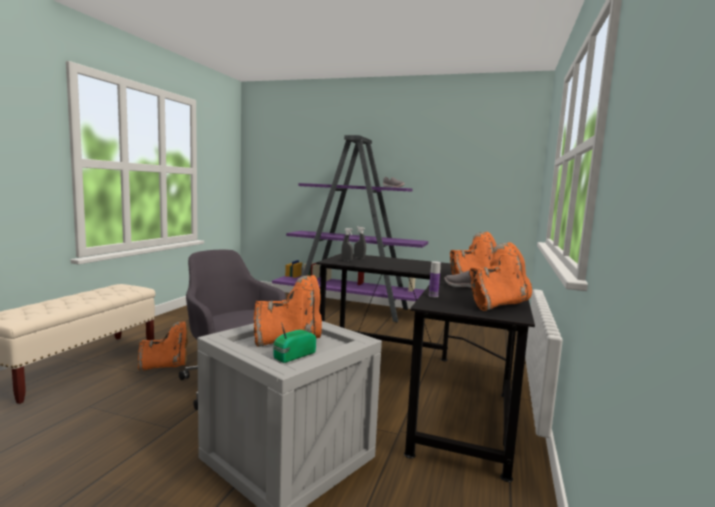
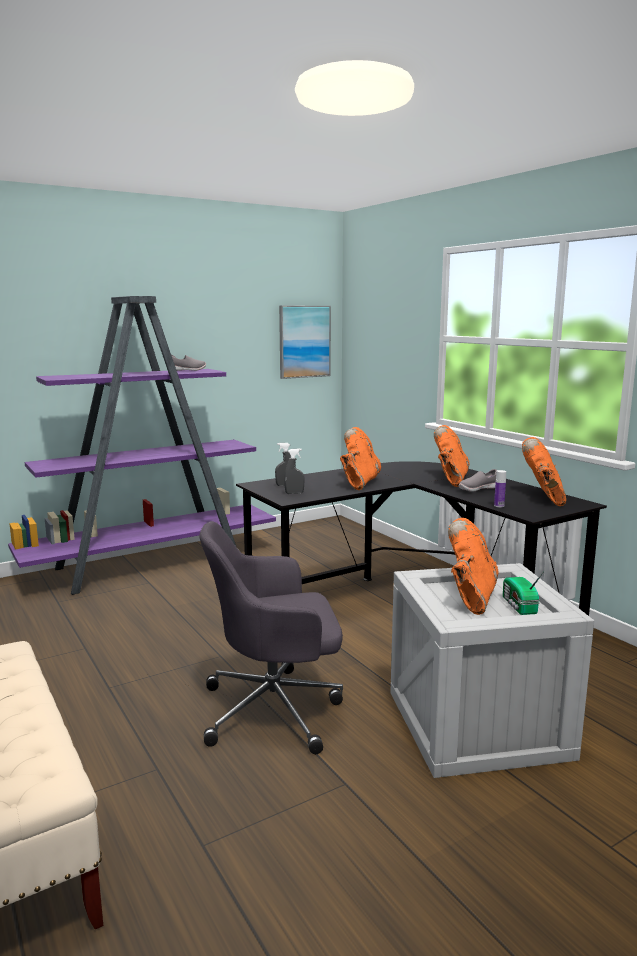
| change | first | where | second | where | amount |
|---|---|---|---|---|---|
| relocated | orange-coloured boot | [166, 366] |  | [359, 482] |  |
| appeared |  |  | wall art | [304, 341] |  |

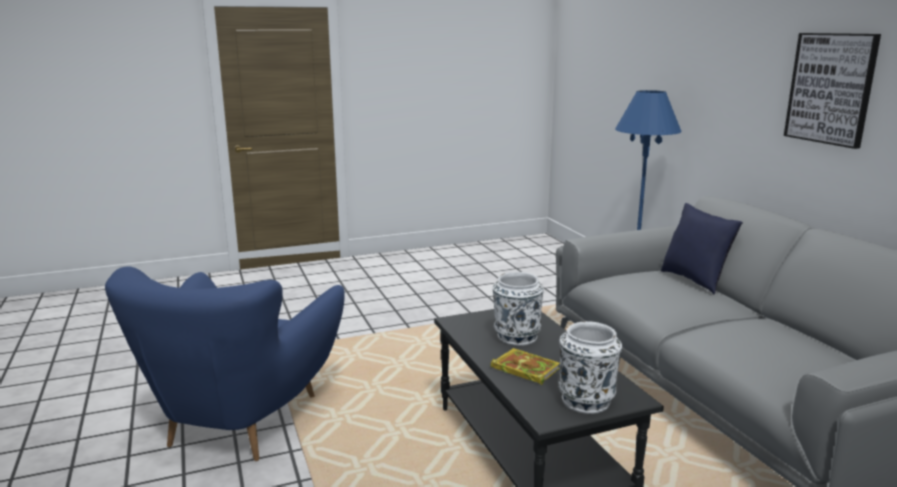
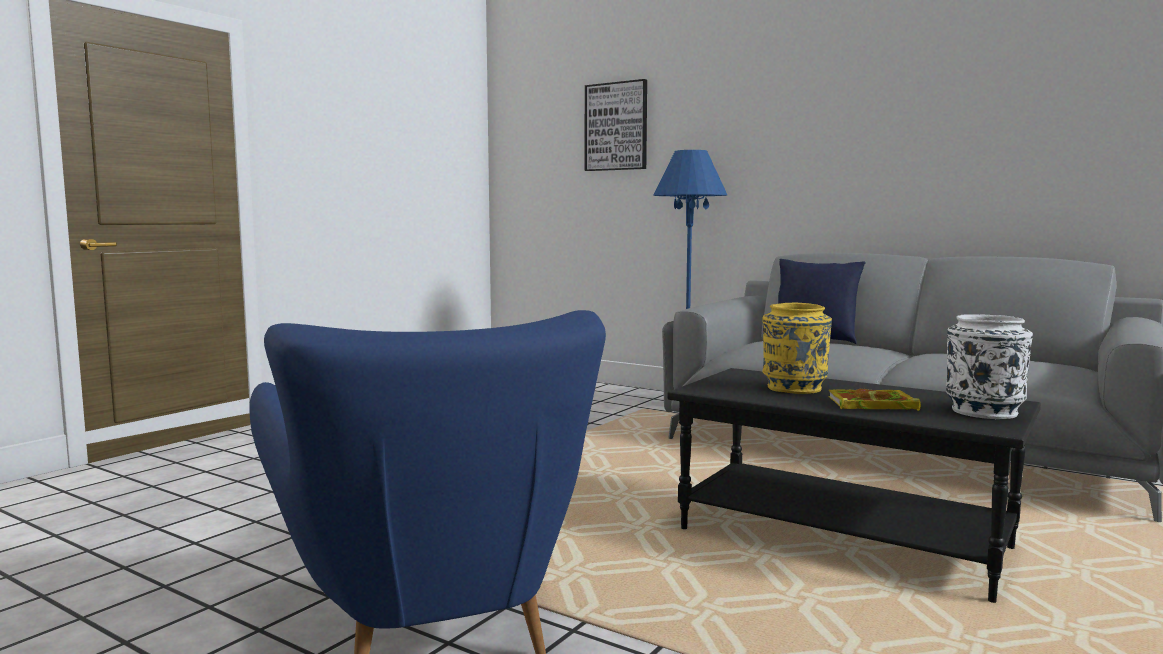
| change | first | where | second | where | amount |
|---|---|---|---|---|---|
| colour | white-coloured vase | [516, 337] | yellow-coloured vase | [794, 388] |  |
| relocated | wall art | [831, 88] |  | [616, 126] |  |

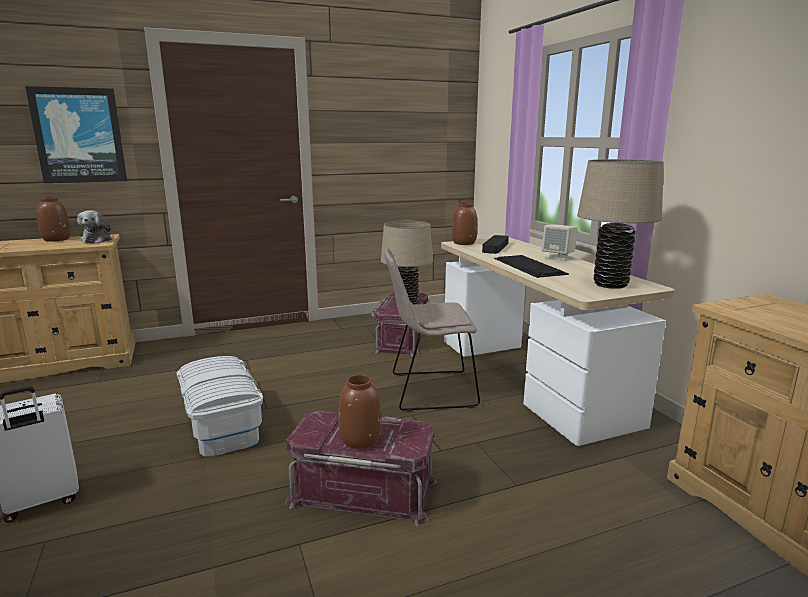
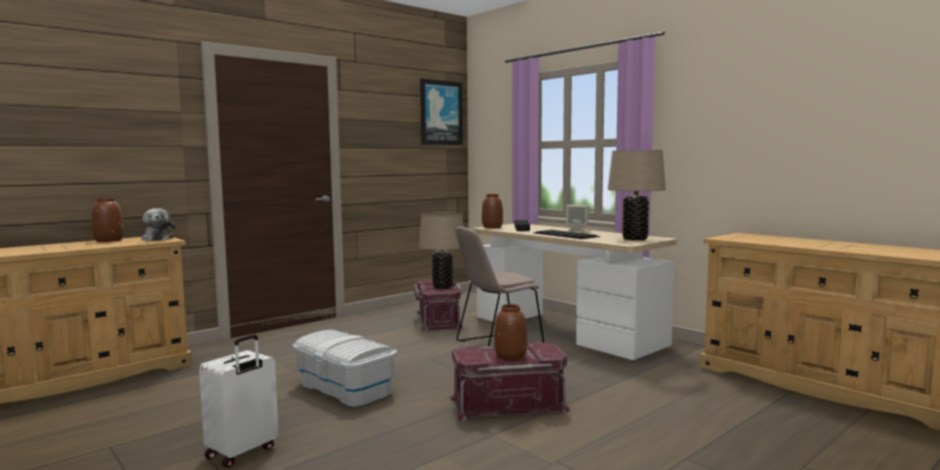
| change | first | where | second | where | amount |
|---|---|---|---|---|---|
| relocated | wall art | [79, 135] |  | [440, 113] |  |

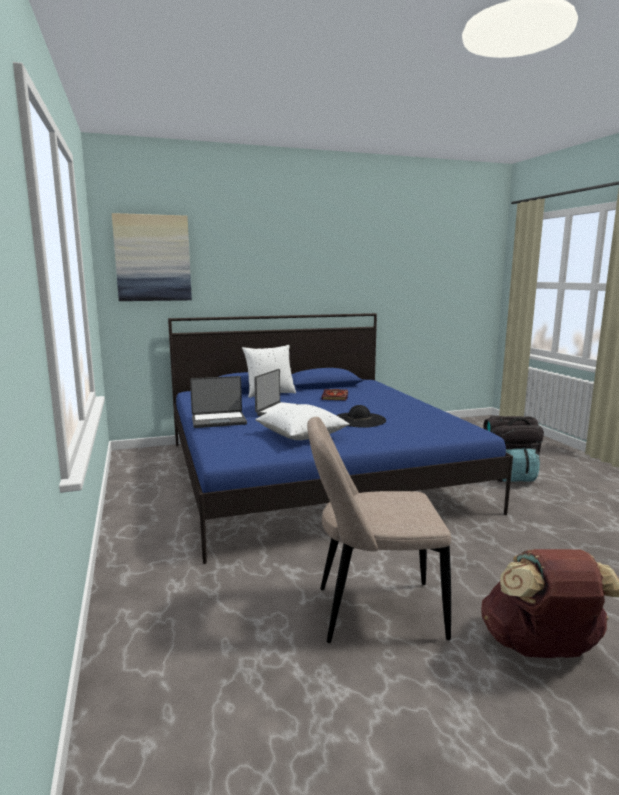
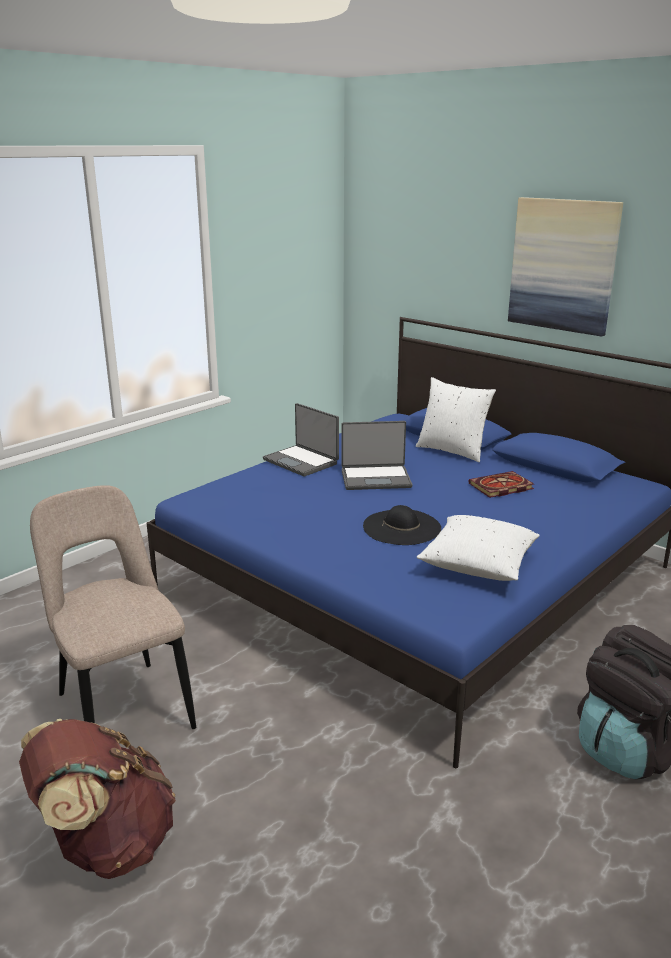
| change | first | where | second | where | amount |
|---|---|---|---|---|---|
| relocated | wall art | [153, 258] |  | [563, 265] |  |
| relocated | white-coloured throw pillow | [301, 436] |  | [478, 565] |  |

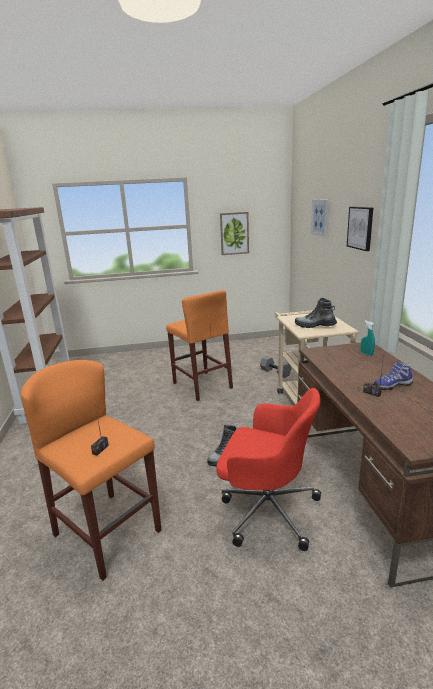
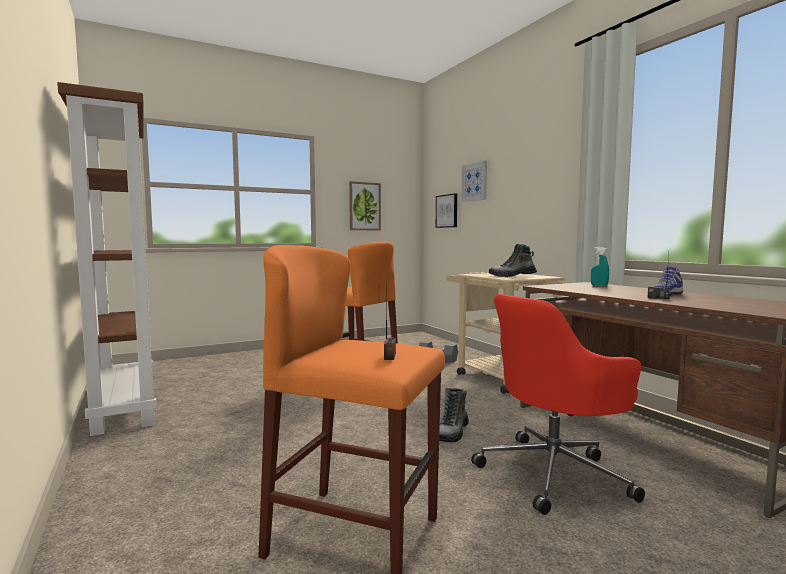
| change | first | where | second | where | amount |
|---|---|---|---|---|---|
| spun | reddish computer chair | [267, 509] |  | [555, 473] | 150 degrees clockwise |
| relocated | wall art | [360, 228] |  | [447, 211] |  |

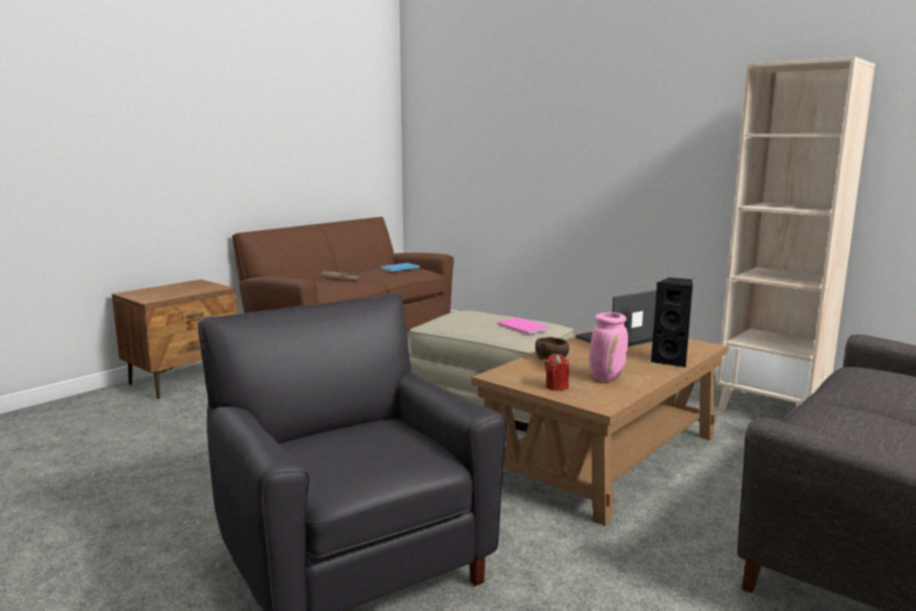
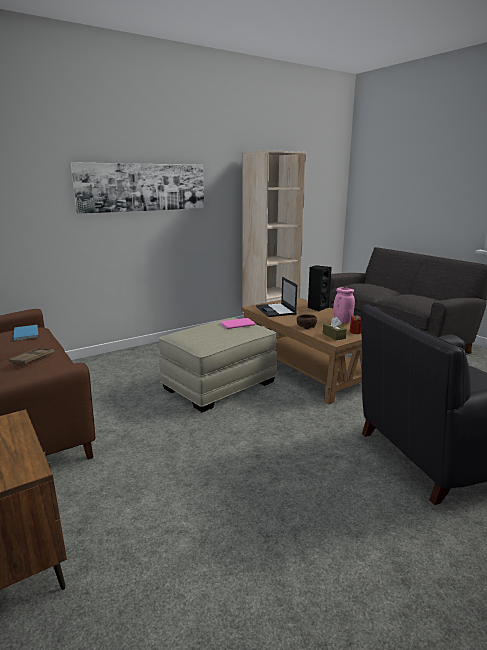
| change | first | where | second | where | amount |
|---|---|---|---|---|---|
| appeared |  |  | wall art | [142, 187] |  |
| appeared |  |  | brown box of tissues | [334, 336] |  |

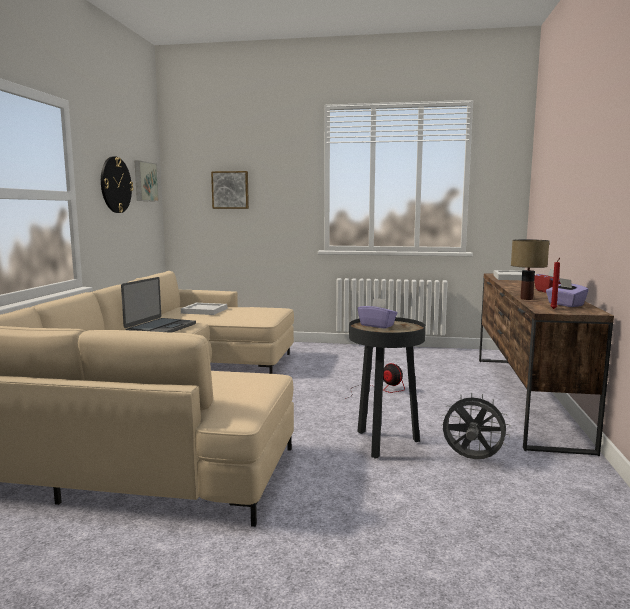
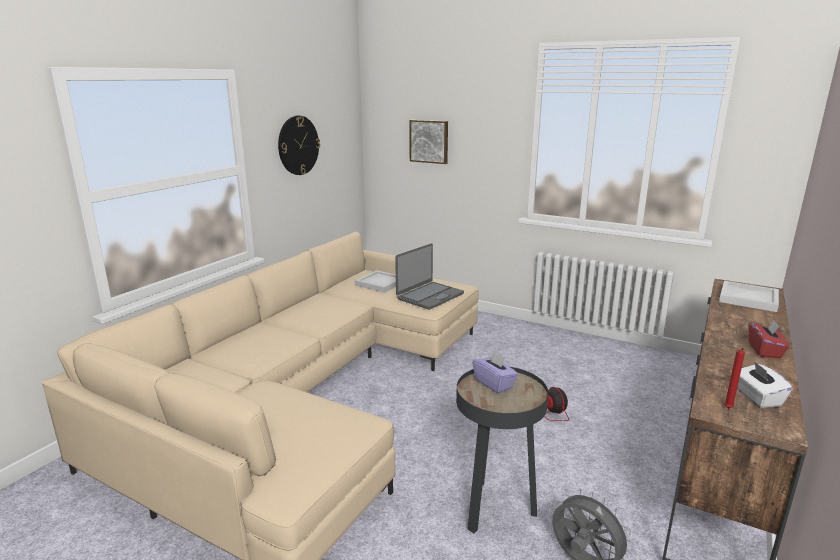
| change | first | where | second | where | amount |
|---|---|---|---|---|---|
| relocated | laptop | [160, 328] |  | [429, 296] |  |
| missing | wall art | [144, 181] |  |  |  |
| missing | table lamp | [525, 299] |  |  |  |
| colour | purplish box of tissues | [565, 304] | white-coloured box of tissues | [757, 397] |  |

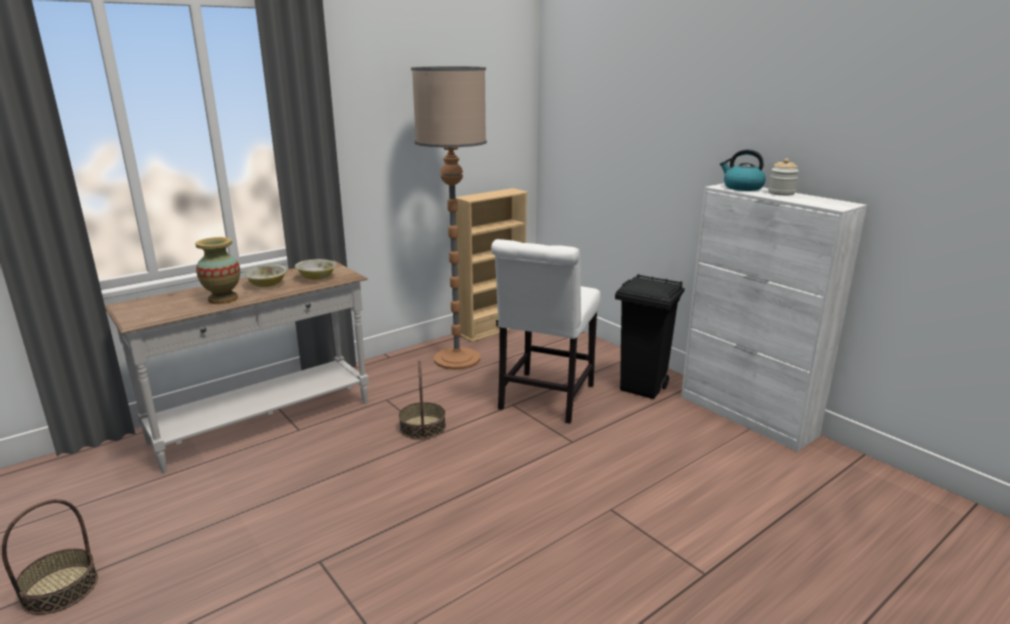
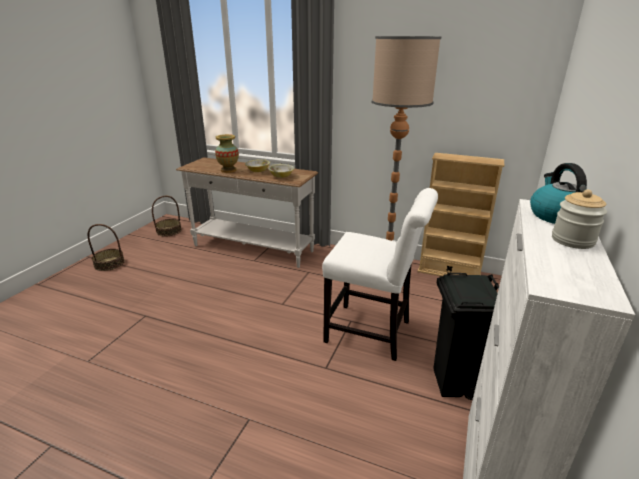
| change | first | where | second | where | amount |
|---|---|---|---|---|---|
| relocated | basket | [422, 427] |  | [169, 231] |  |
| spun | white-coloured upright chair | [544, 400] |  | [372, 333] | 150 degrees counterclockwise |

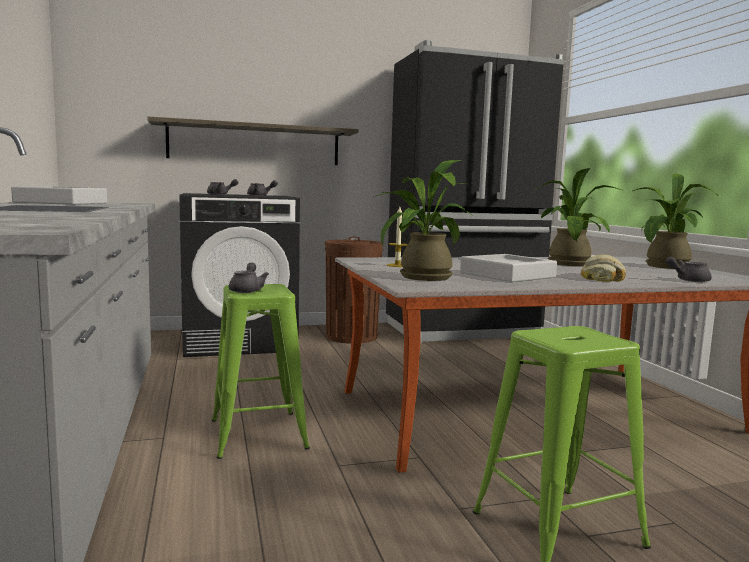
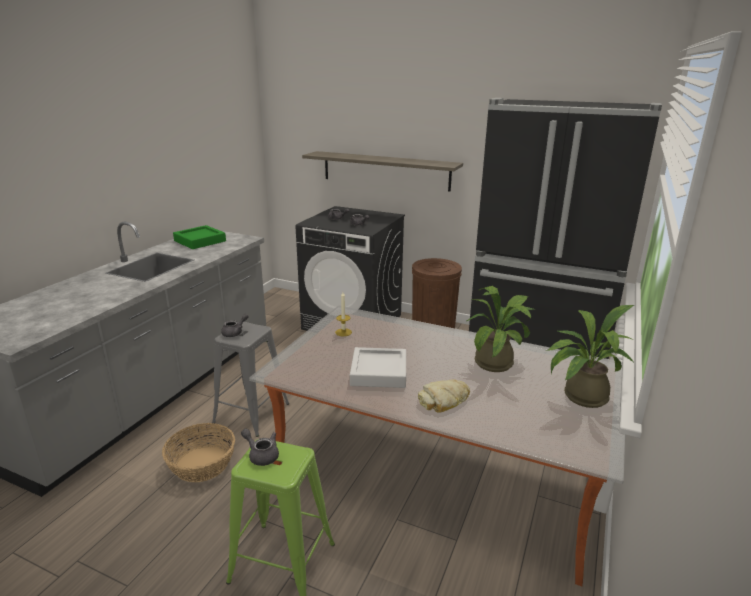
| change | first | where | second | where | amount |
|---|---|---|---|---|---|
| colour | grey tray | [62, 203] | greenish tray | [200, 241] |  |
| colour | greenish sitting stool | [258, 434] | grey sitting stool | [251, 414] |  |
| missing | plant in a pot | [419, 277] |  |  |  |
| relocated | grey tea pot | [688, 280] |  | [261, 455] |  |
| appeared |  |  | basket | [201, 464] |  |

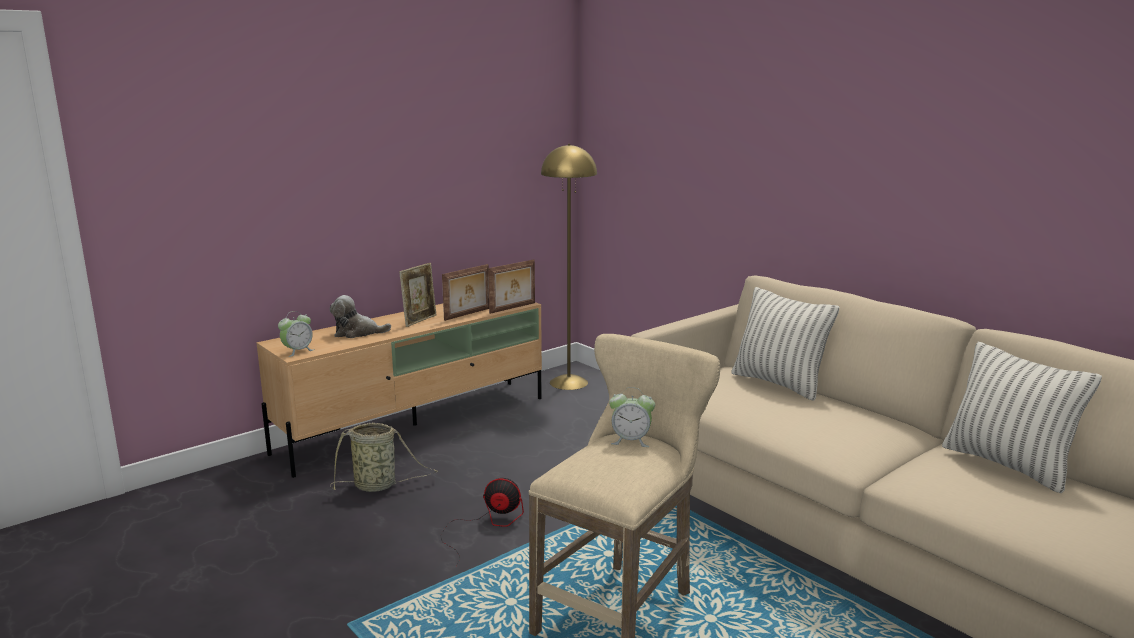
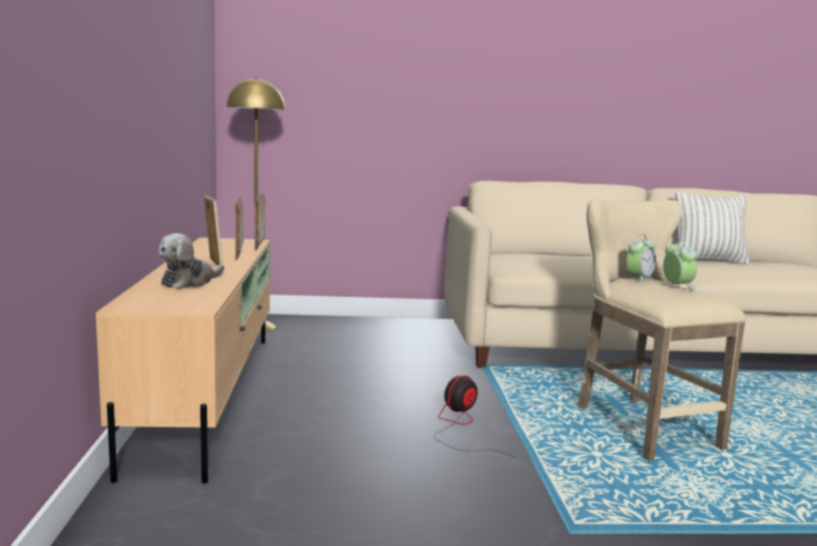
| change | first | where | second | where | amount |
|---|---|---|---|---|---|
| relocated | alarm clock | [298, 351] |  | [676, 287] |  |
| missing | basket | [378, 485] |  |  |  |
| missing | throw pillow | [779, 383] |  |  |  |

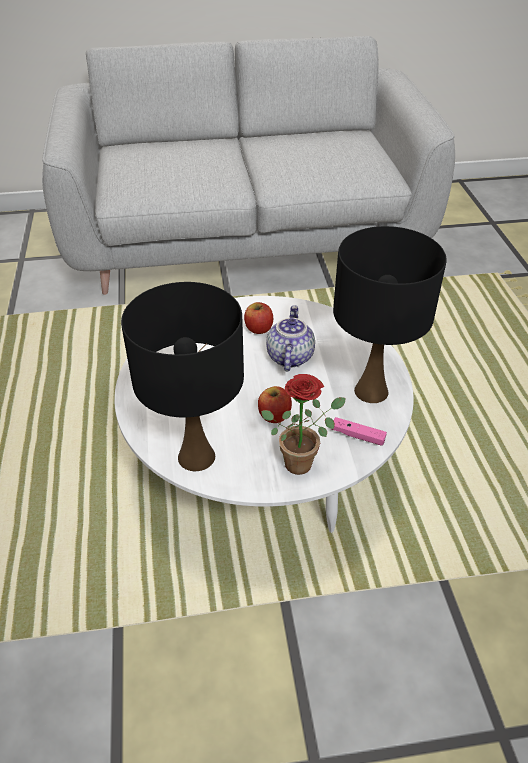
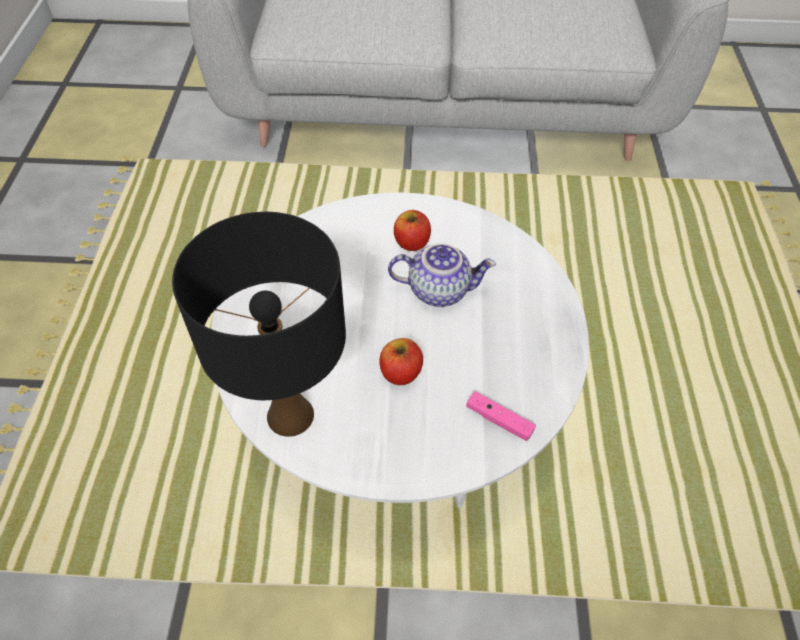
| change | first | where | second | where | amount |
|---|---|---|---|---|---|
| missing | plant in a pot | [302, 461] |  |  |  |
| spun | tea pot | [288, 357] |  | [439, 289] | 75 degrees clockwise |
| missing | blackish table lamp | [370, 391] |  |  |  |

